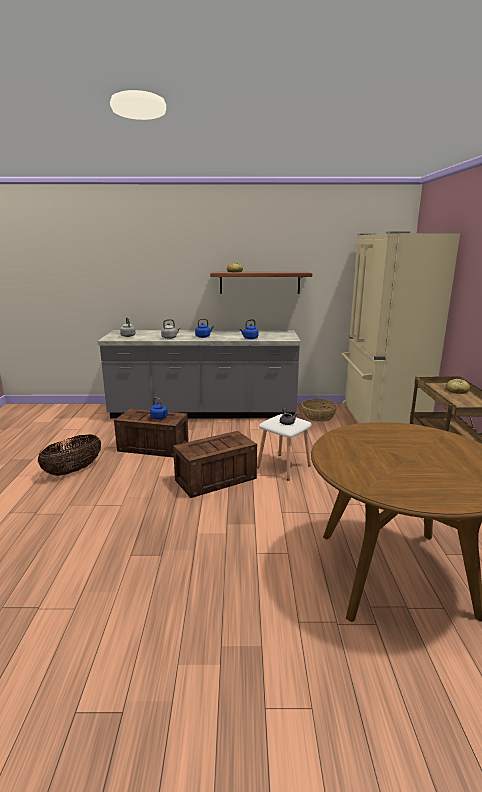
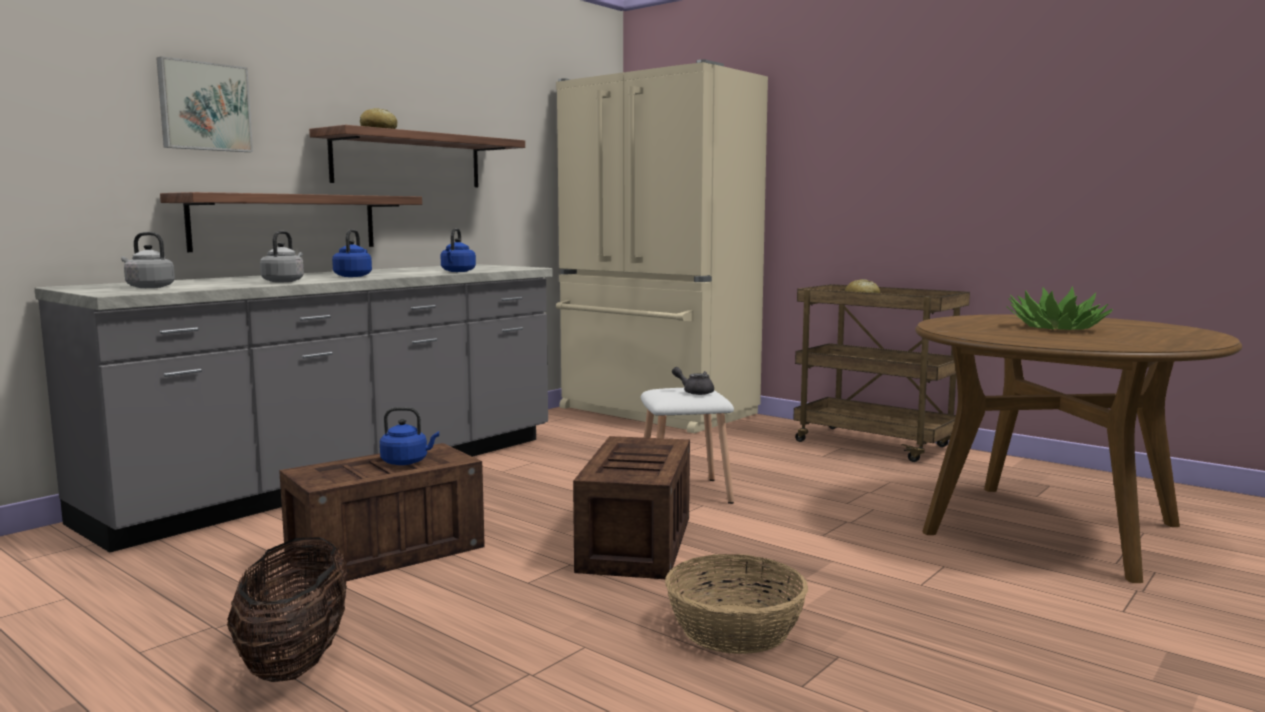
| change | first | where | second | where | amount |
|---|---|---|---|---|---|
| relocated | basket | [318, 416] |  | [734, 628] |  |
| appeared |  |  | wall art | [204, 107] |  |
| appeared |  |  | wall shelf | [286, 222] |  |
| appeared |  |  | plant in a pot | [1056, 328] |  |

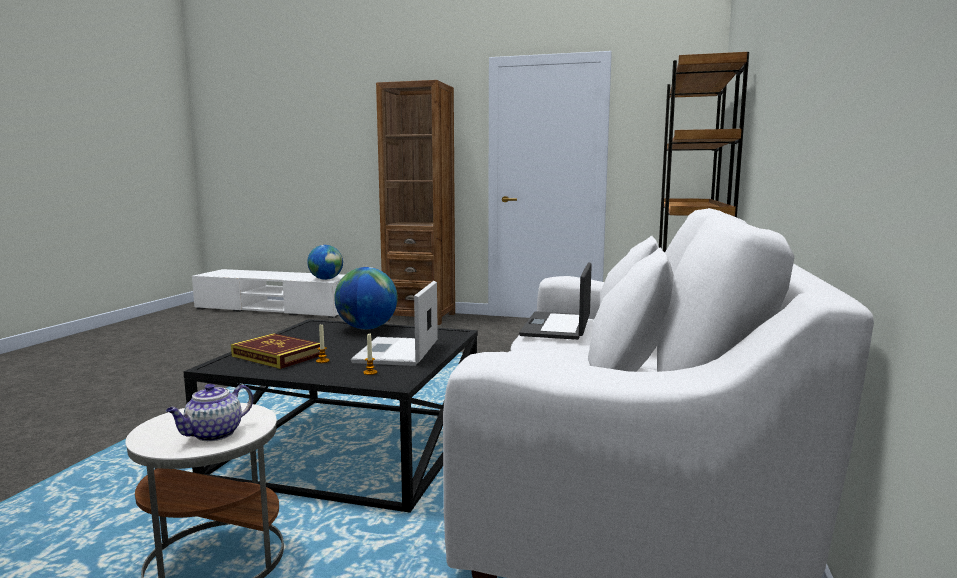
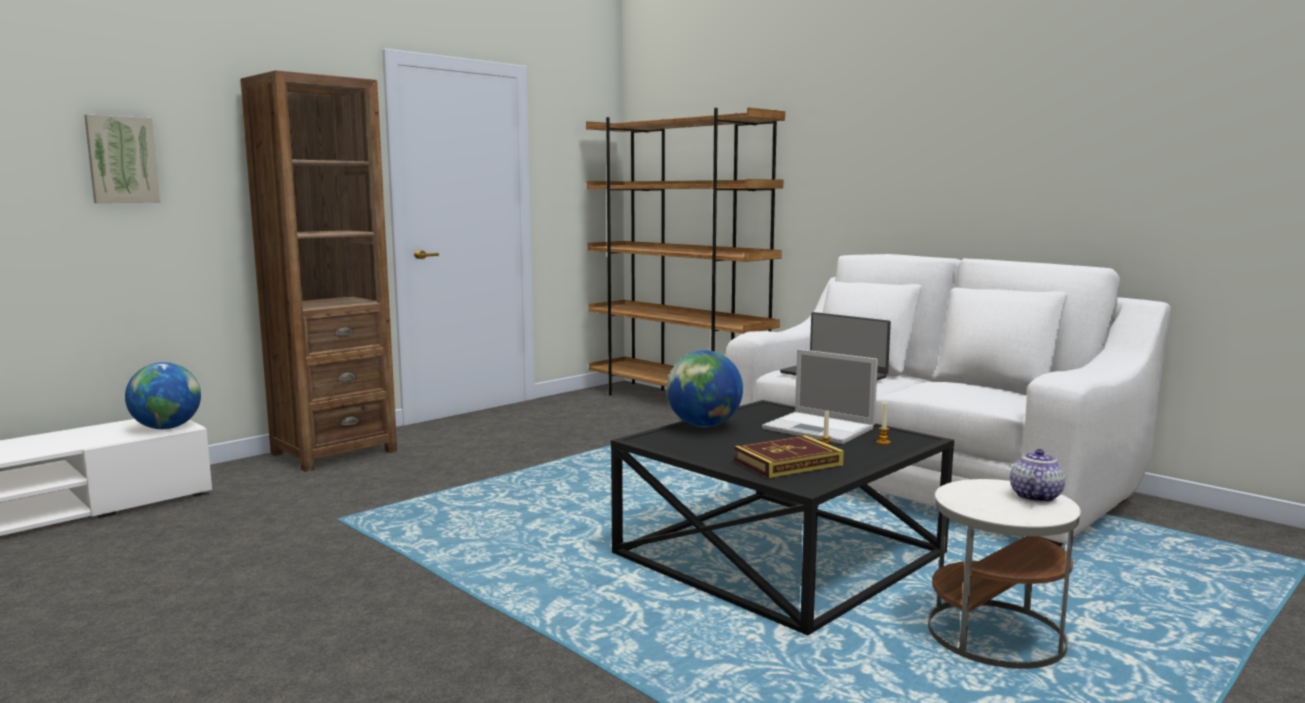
| change | first | where | second | where | amount |
|---|---|---|---|---|---|
| spun | tea pot | [213, 434] |  | [1034, 496] | 135 degrees counterclockwise |
| appeared |  |  | wall art | [122, 160] |  |

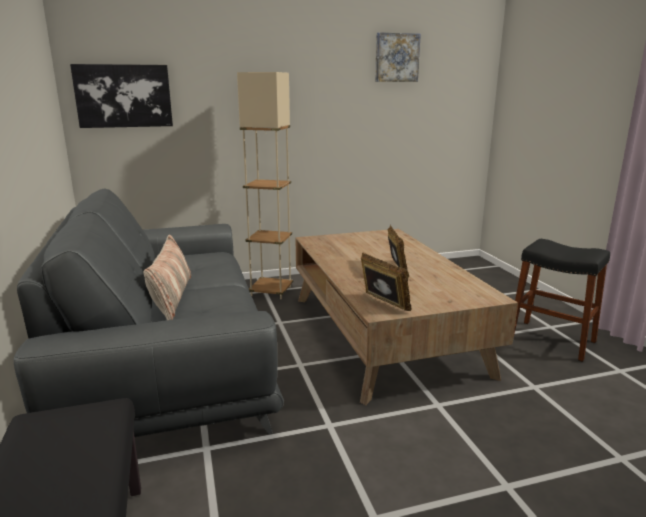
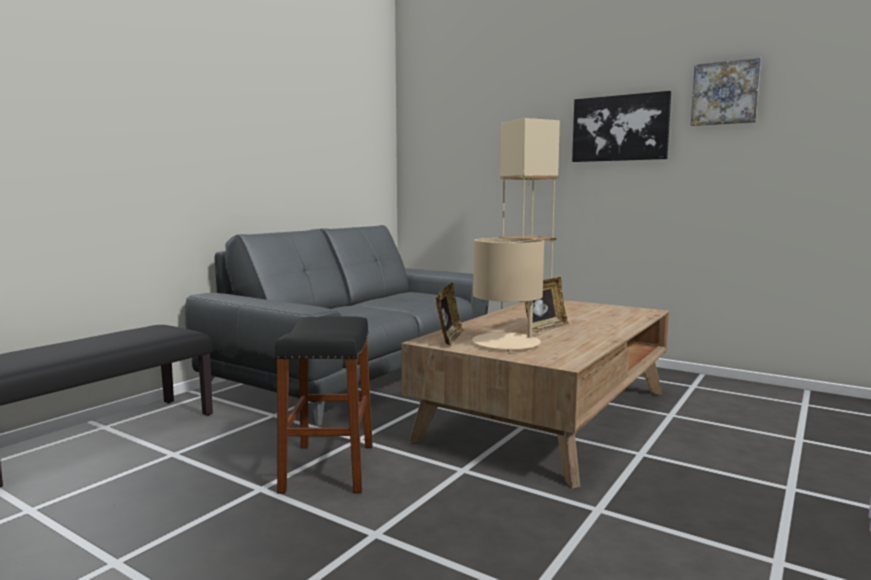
| change | first | where | second | where | amount |
|---|---|---|---|---|---|
| relocated | wall art | [124, 96] |  | [620, 128] |  |
| missing | throw pillow | [171, 297] |  |  |  |
| relocated | blackish sitting stool | [551, 340] |  | [329, 467] |  |
| appeared |  |  | beige-coloured table lamp | [507, 343] |  |

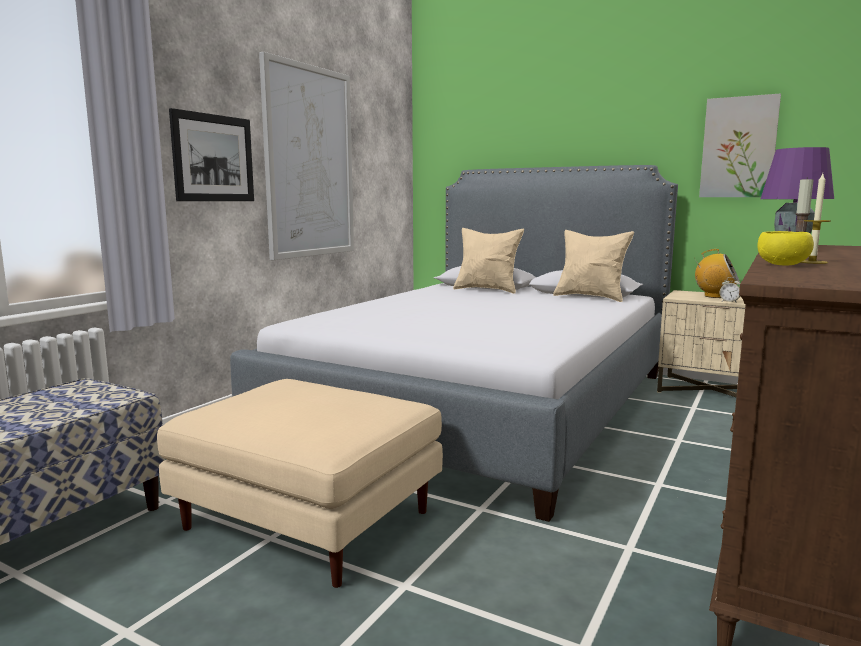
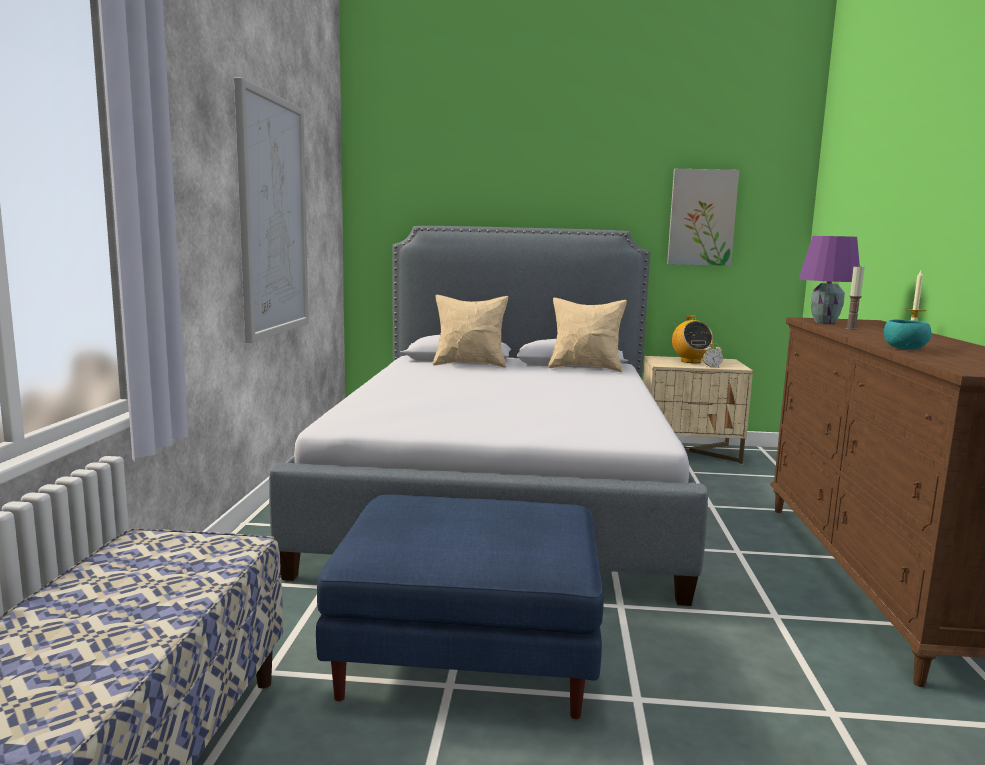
| change | first | where | second | where | amount |
|---|---|---|---|---|---|
| colour | beige-coloured ottoman | [311, 520] | blue-coloured ottoman | [471, 655] |  |
| missing | wall art | [213, 158] |  |  |  |
| spun | radio set | [714, 296] |  | [690, 361] | 75 degrees clockwise |
| colour | yellow-coloured serving bowl | [781, 264] | turquoise-coloured serving bowl | [903, 349] |  |

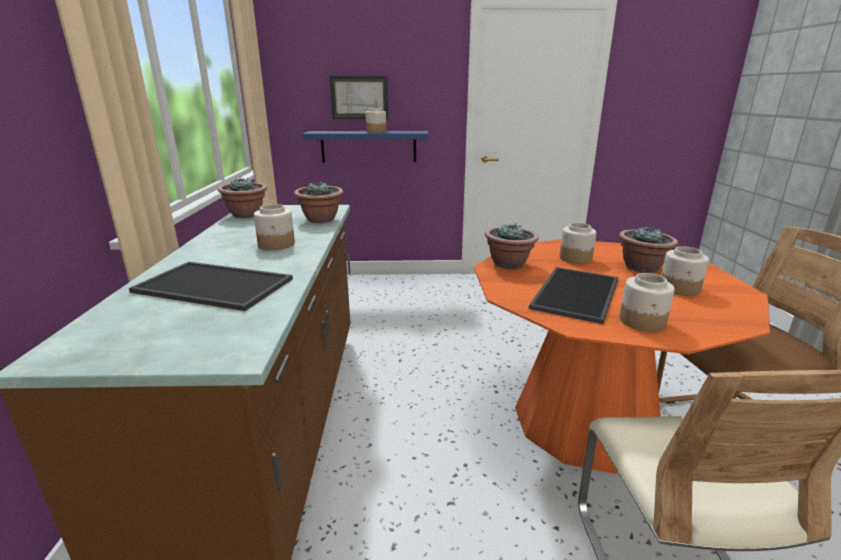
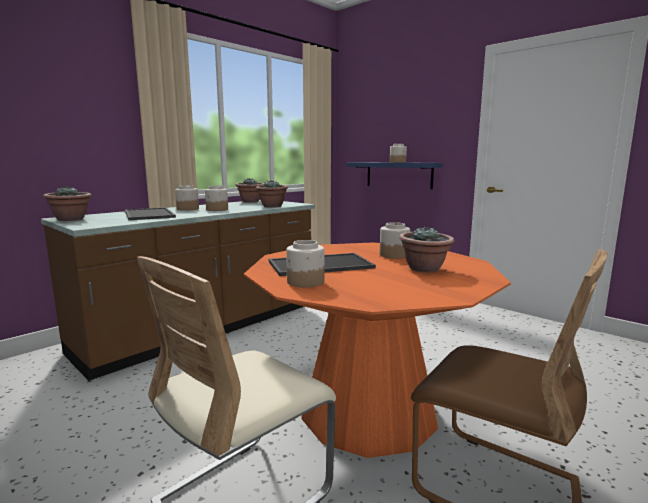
| change | first | where | second | where | amount |
|---|---|---|---|---|---|
| missing | wall art | [359, 97] |  |  |  |
| relocated | plant in a pot | [509, 264] |  | [71, 219] |  |
| relocated | jar | [680, 288] |  | [187, 209] |  |

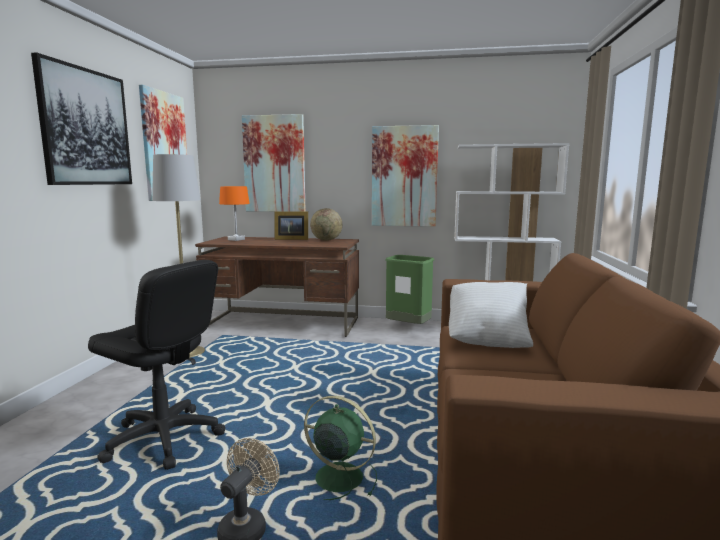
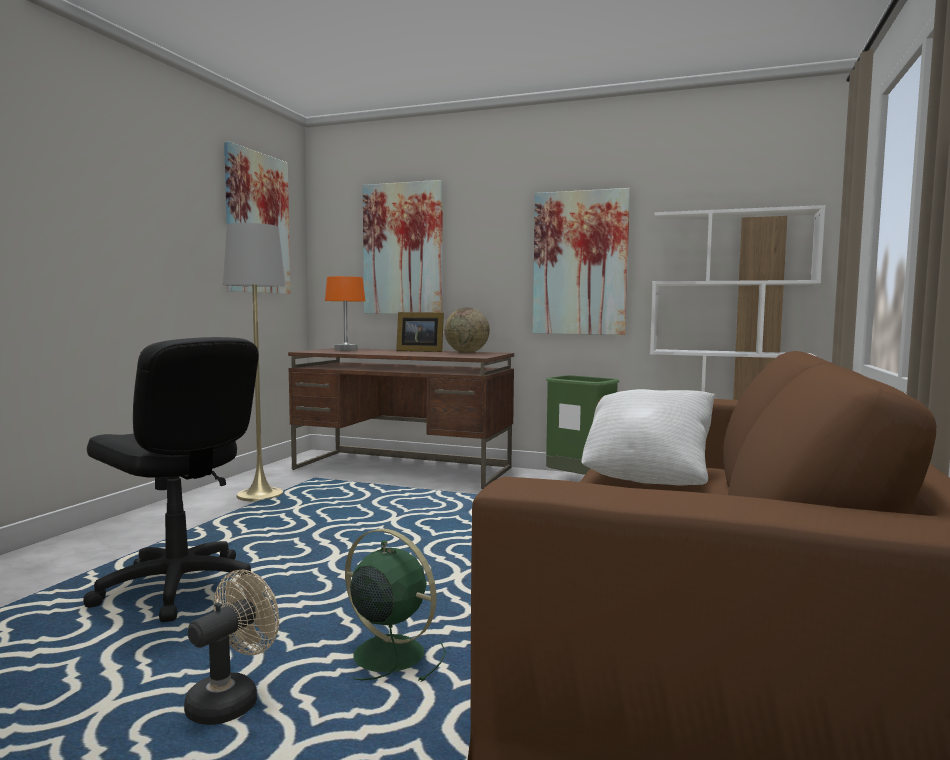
| change | first | where | second | where | amount |
|---|---|---|---|---|---|
| missing | wall art | [86, 127] |  |  |  |

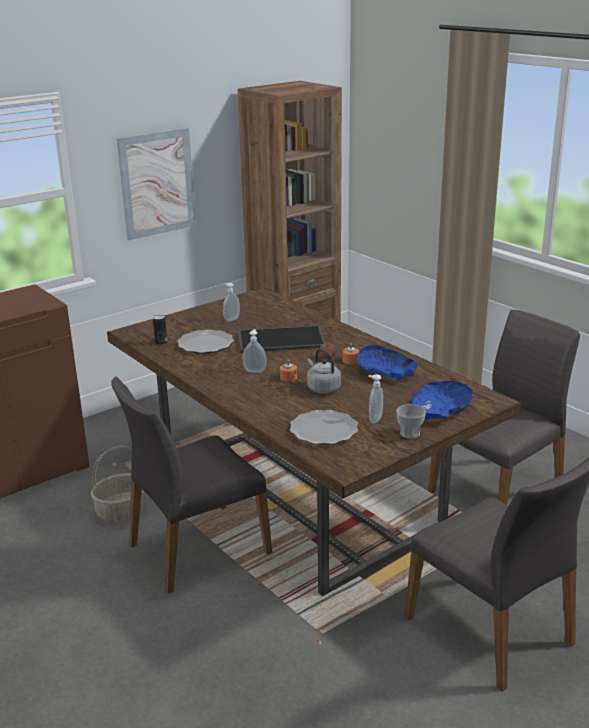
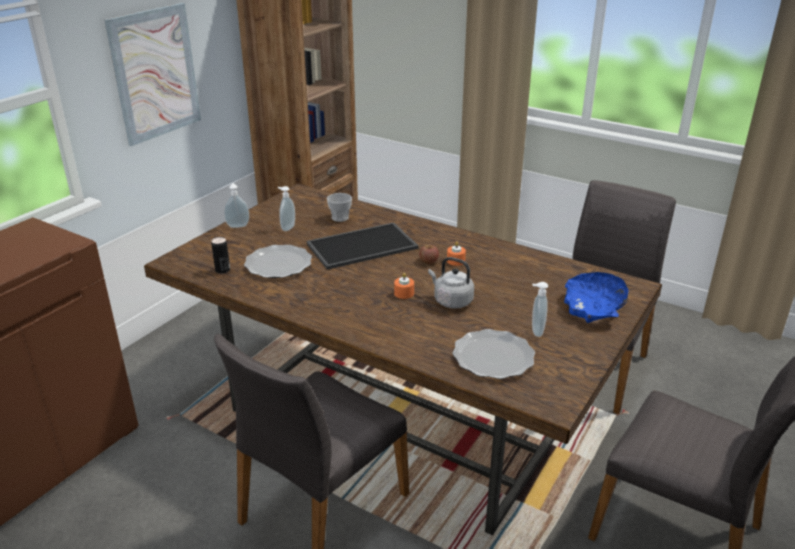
| change | first | where | second | where | amount |
|---|---|---|---|---|---|
| missing | basket | [122, 512] |  |  |  |
| relocated | liquid soap bottle | [255, 371] |  | [238, 225] |  |
| missing | blue-coloured serving bowl | [385, 372] |  |  |  |
| relocated | cup | [410, 433] |  | [340, 218] |  |

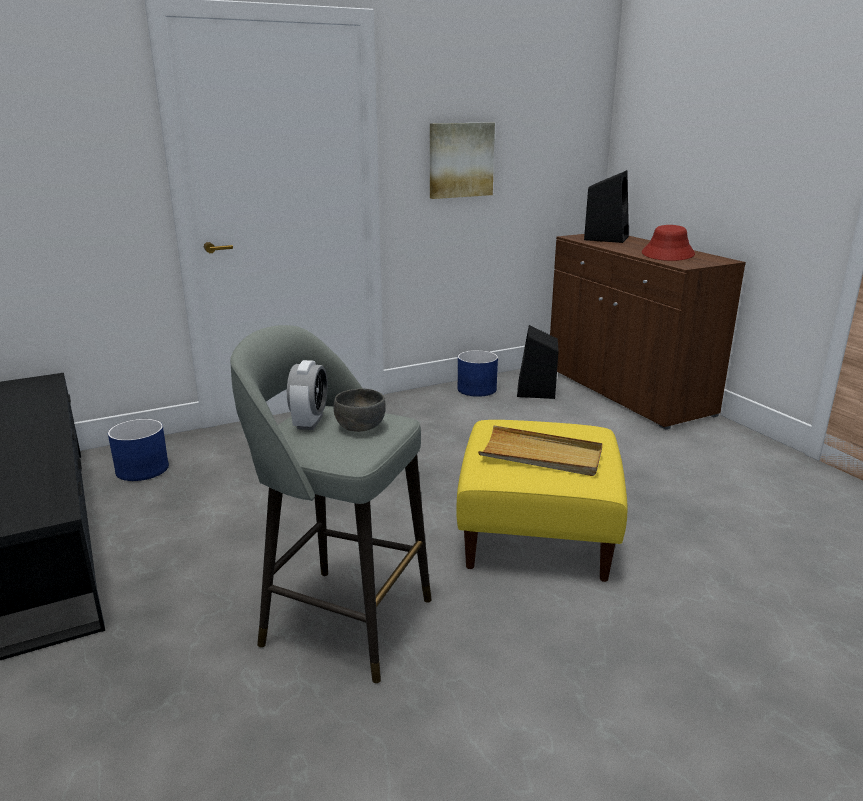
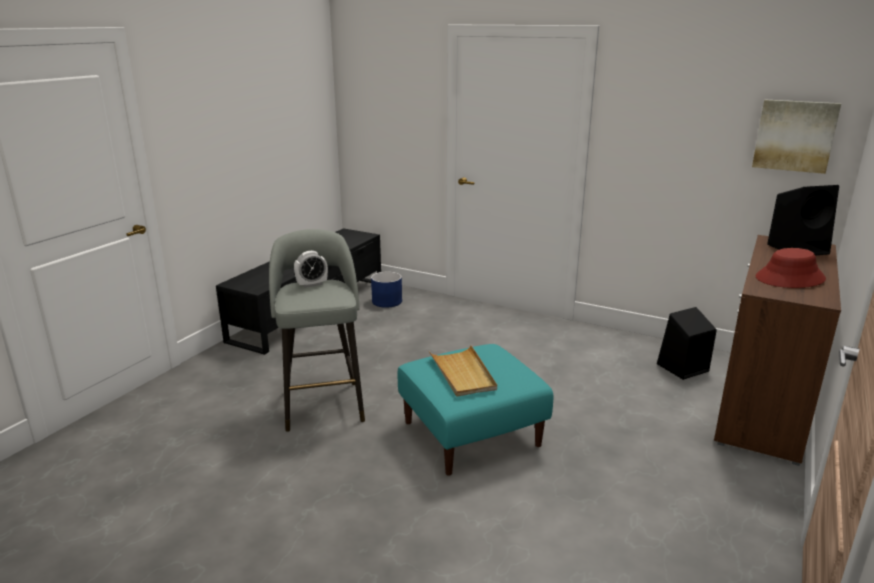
| change | first | where | second | where | amount |
|---|---|---|---|---|---|
| missing | grey serving bowl | [360, 426] |  |  |  |
| relocated | wall art | [460, 160] |  | [794, 135] |  |
| missing | blue-coloured plant pot | [476, 389] |  |  |  |
| colour | yellow-coloured ottoman | [538, 534] | turquoise-coloured ottoman | [471, 434] |  |

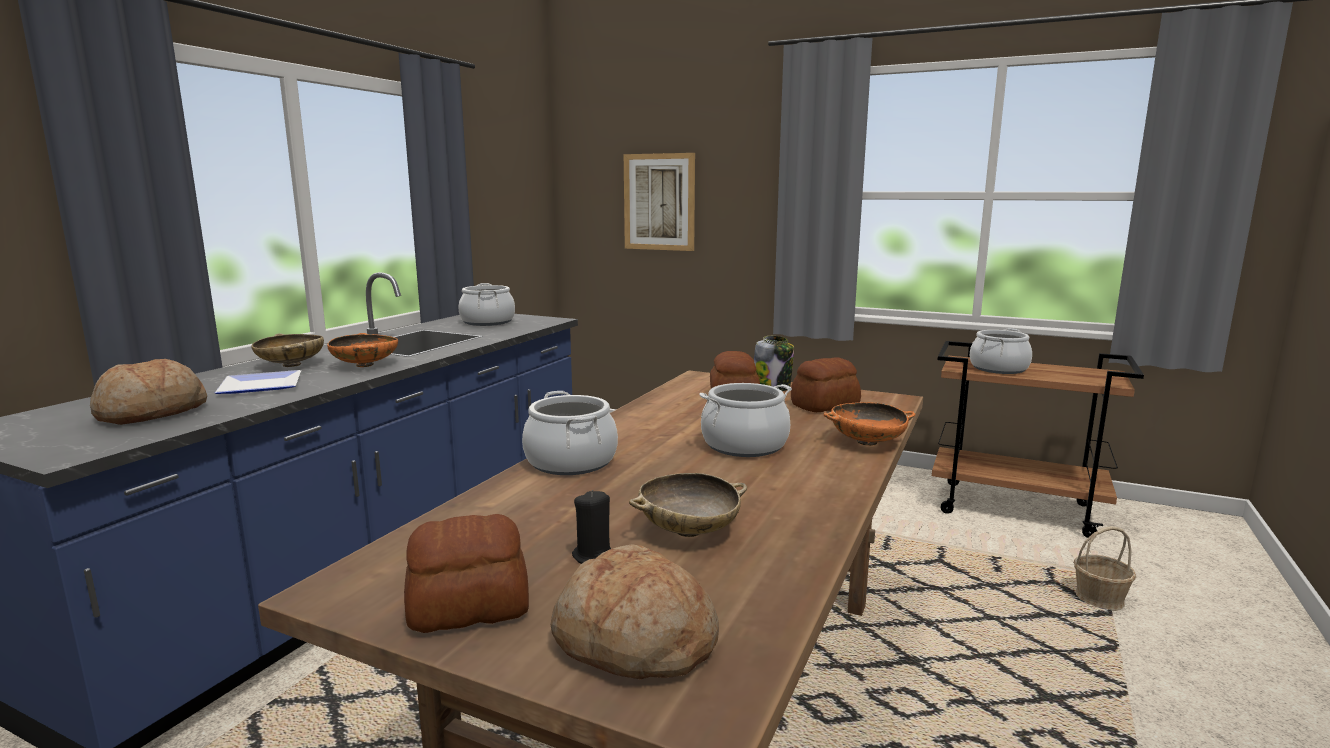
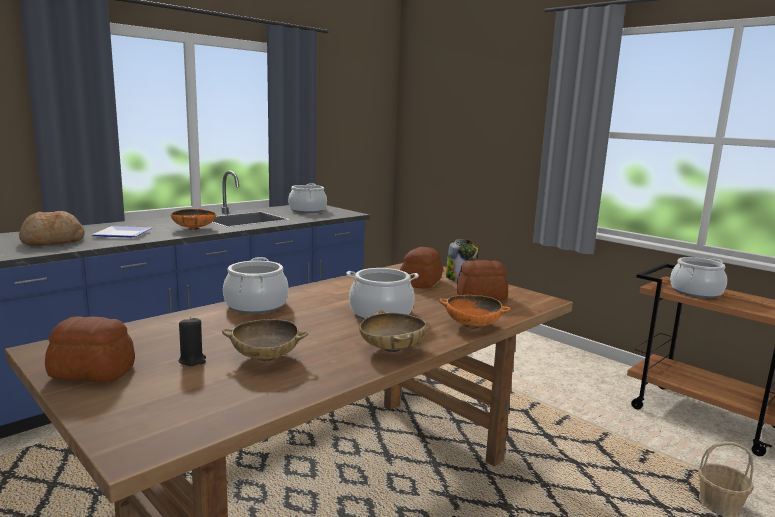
| change | first | where | second | where | amount |
|---|---|---|---|---|---|
| relocated | beige-coloured serving bowl | [291, 365] |  | [392, 349] |  |
| missing | bread | [634, 641] |  |  |  |
| missing | wall art | [659, 202] |  |  |  |

